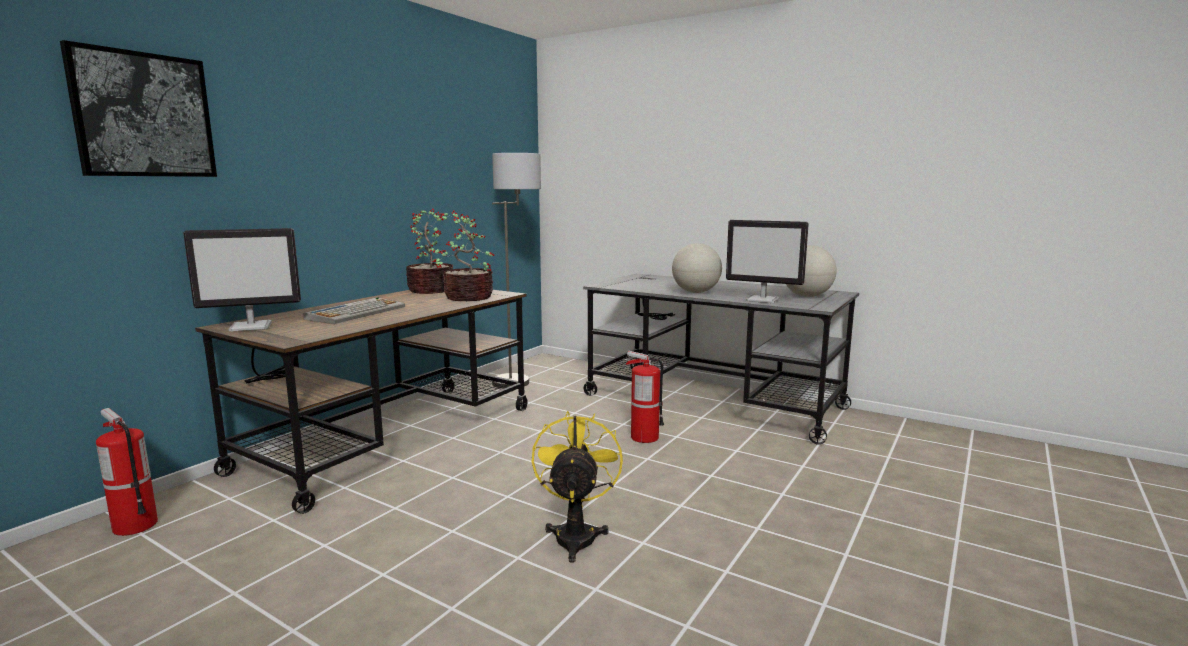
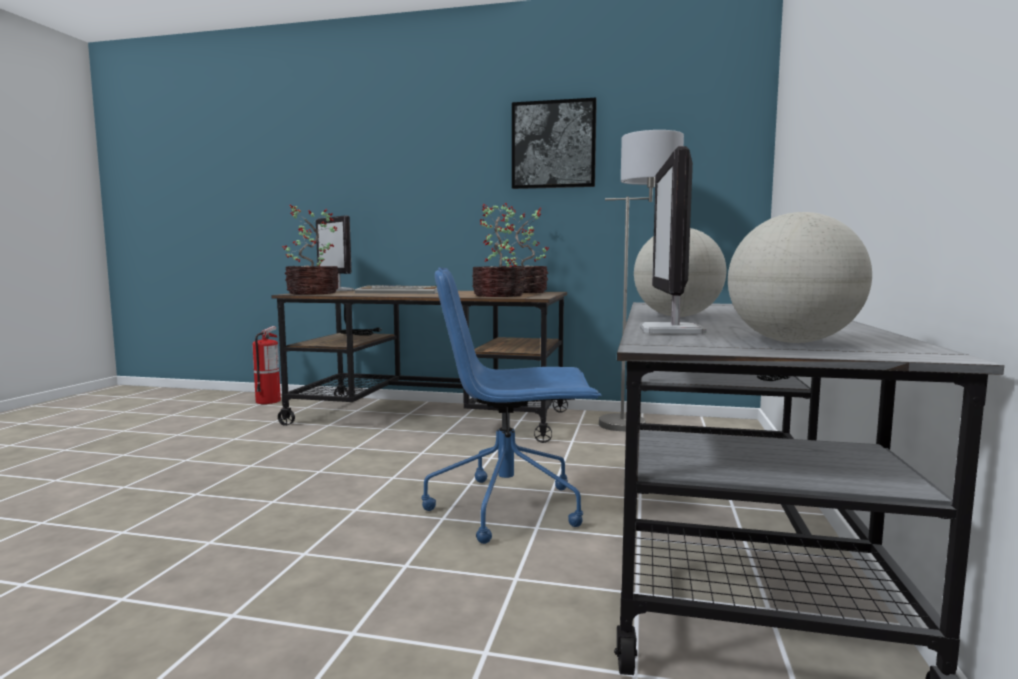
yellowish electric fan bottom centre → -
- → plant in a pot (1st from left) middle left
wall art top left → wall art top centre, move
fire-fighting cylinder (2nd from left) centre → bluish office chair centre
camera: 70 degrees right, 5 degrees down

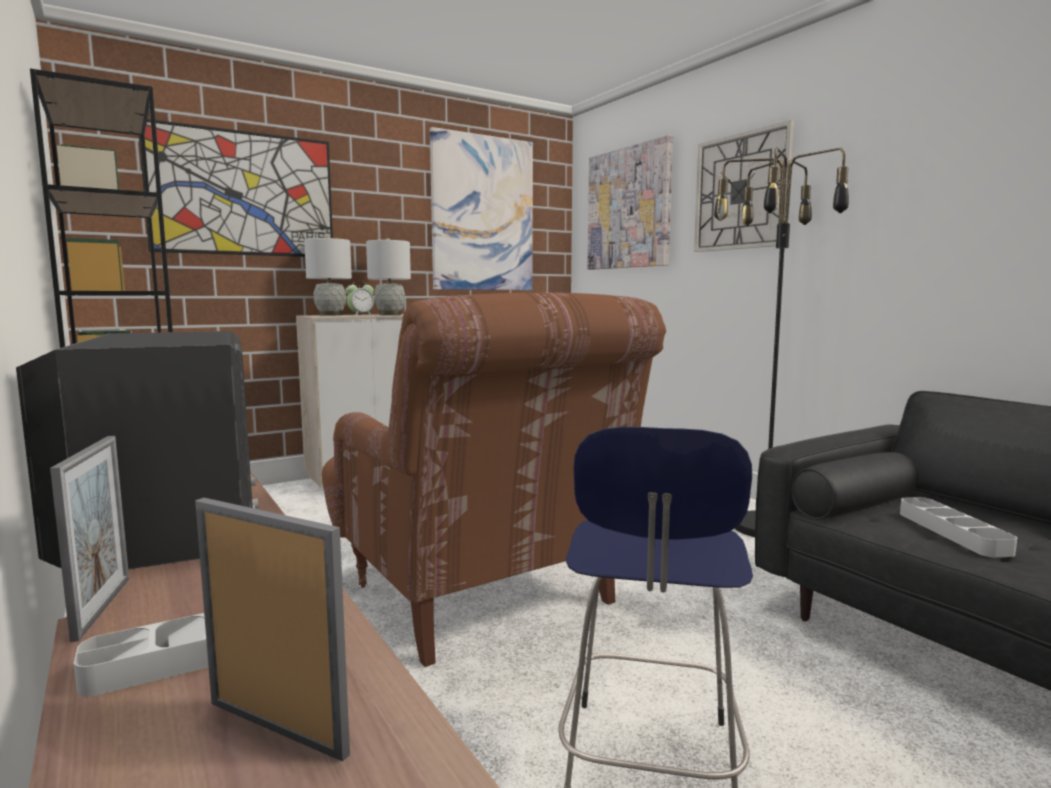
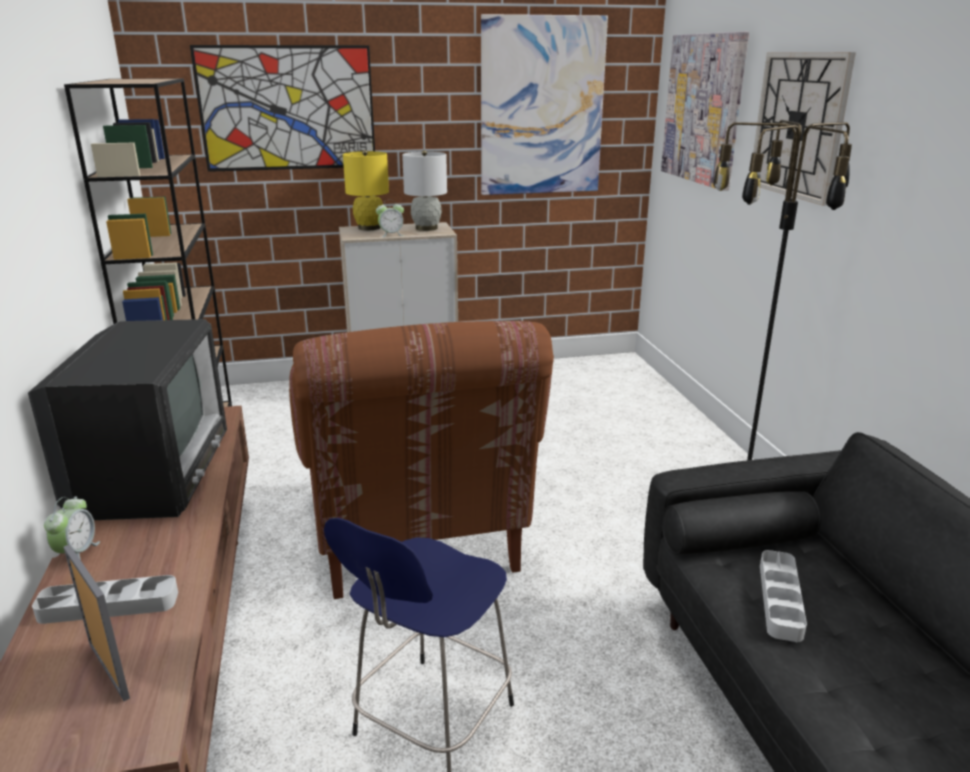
standing frame (1st from left) bottom left → table clock (1st from left) bottom left
white-coloured table lamp (1st from left) middle left → yellowish table lamp top centre
camera: 20 degrees right, 15 degrees up

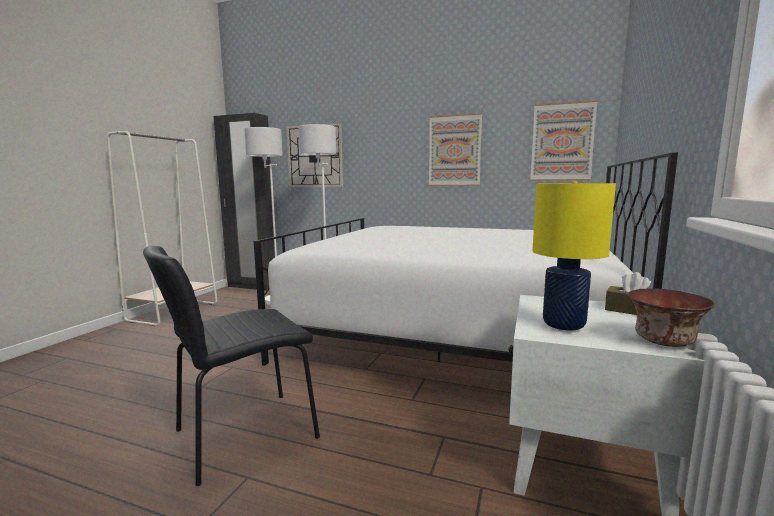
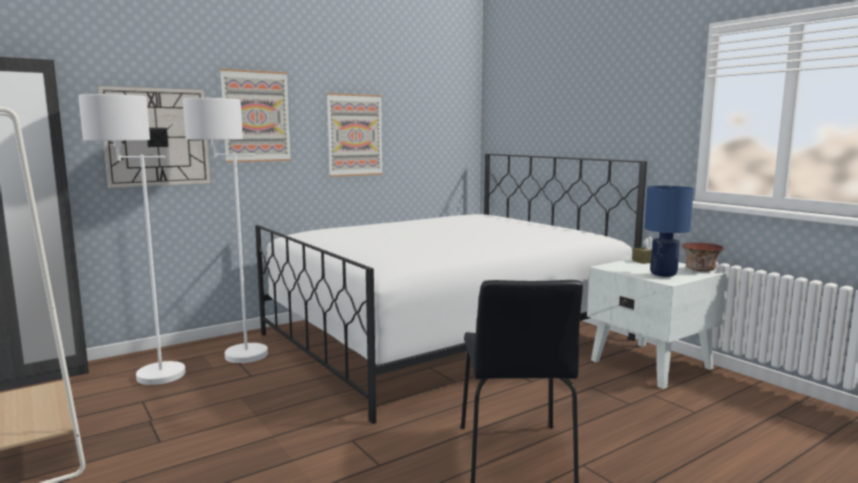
wall art (2nd from left in the first image) top right → wall art (1st from left) top left, move
yellowish table lamp middle right → bluish table lamp middle right
camera: 55 degrees left, 0 degrees up

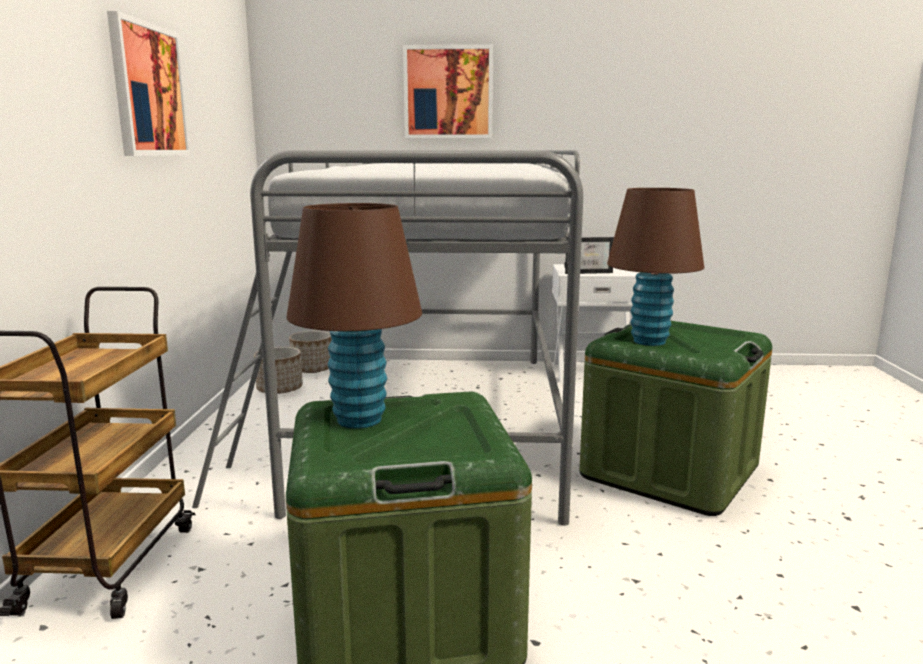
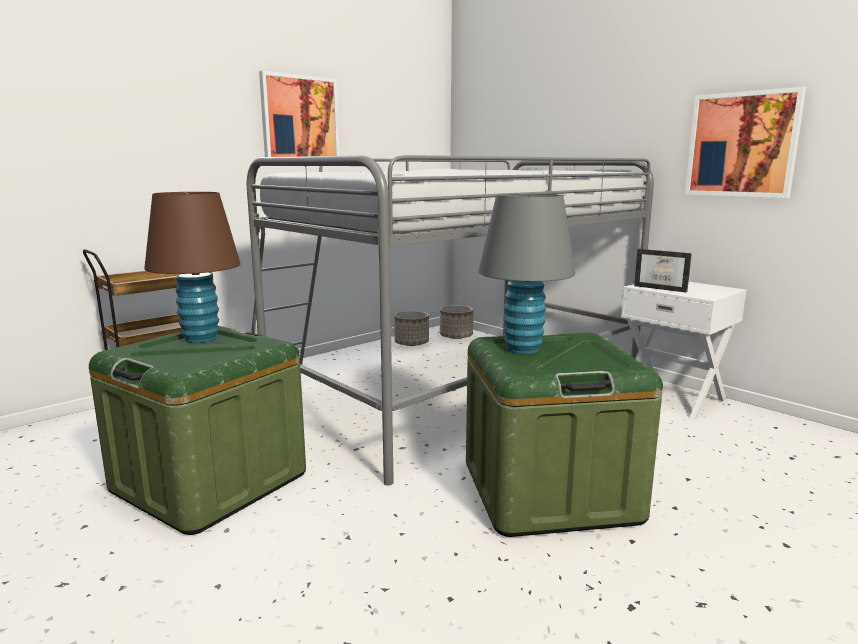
wall art (2nd from left) top centre → wall art (2nd from left) top right, move
brown-coloured table lamp (2nd from left) middle right → grey table lamp centre
camera: 45 degrees right, 0 degrees up

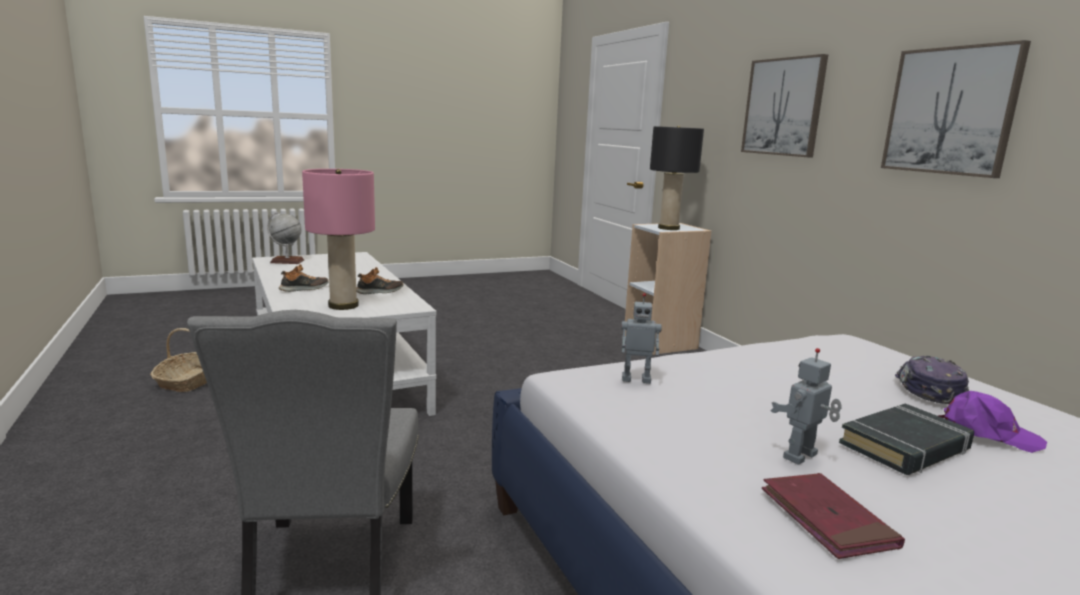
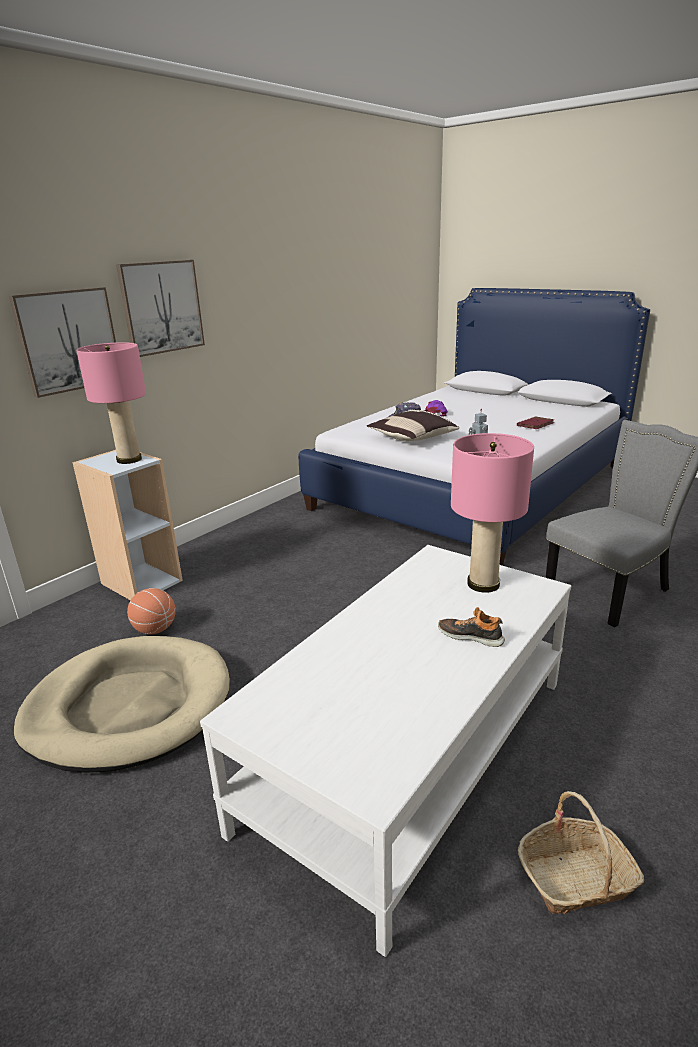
globe middle left → -
item of footwear (2nd from left) centre → -
robot figure (2nd from left) bottom right → -
blackish book bottom right → -
- → sand-coloured pet bed bottom left
- → basketball ball middle left
- → pillow centre
wall art (2nd from left in the first image) top right → wall art (1st from left) top left, move
blackish table lamp top centre → pinkish table lamp (1st from left) middle left
camera: 115 degrees left, 10 degrees up

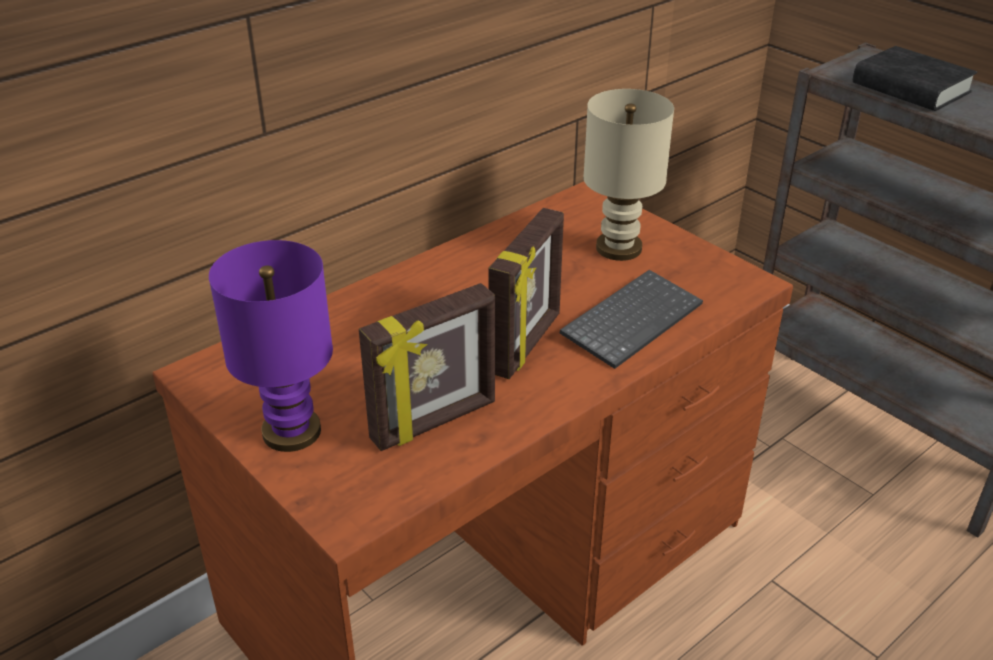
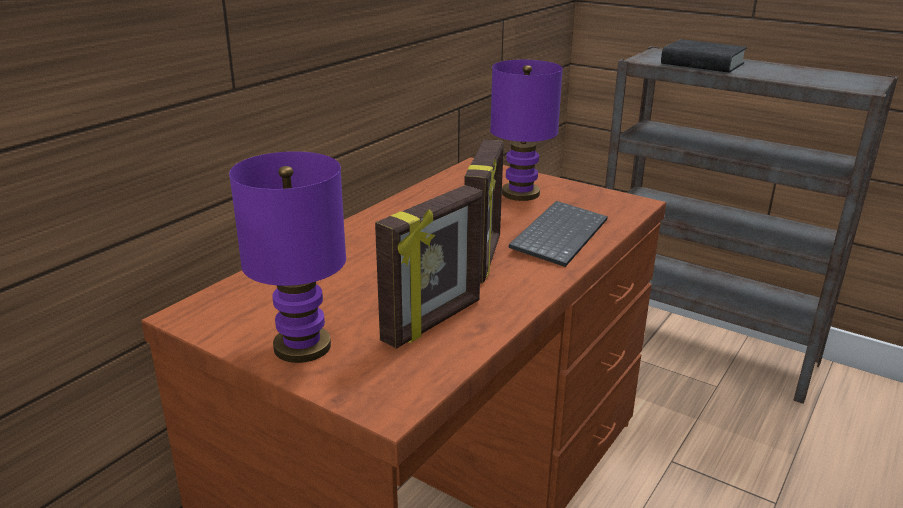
sand-coloured table lamp top centre → purplish table lamp (2nd from left) top centre
camera: 15 degrees left, 10 degrees down

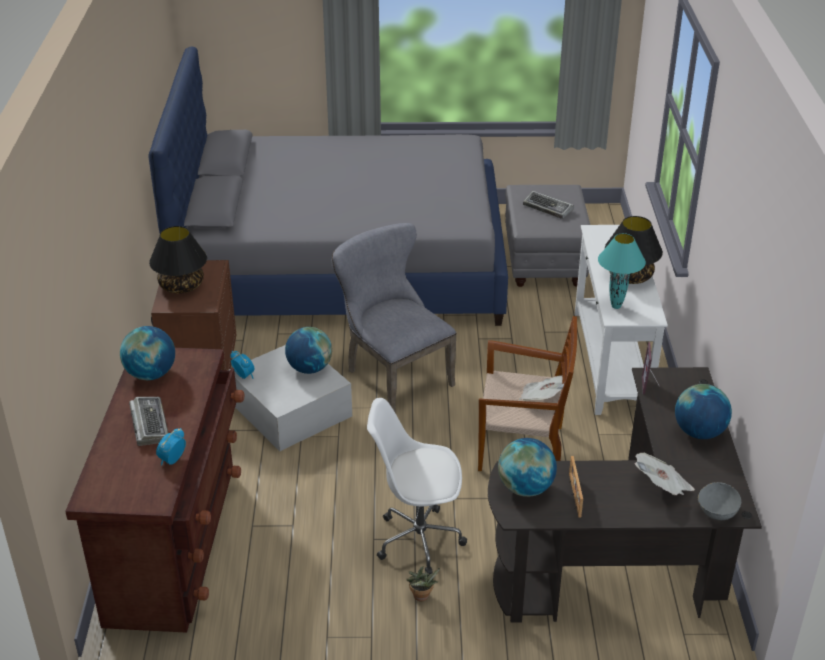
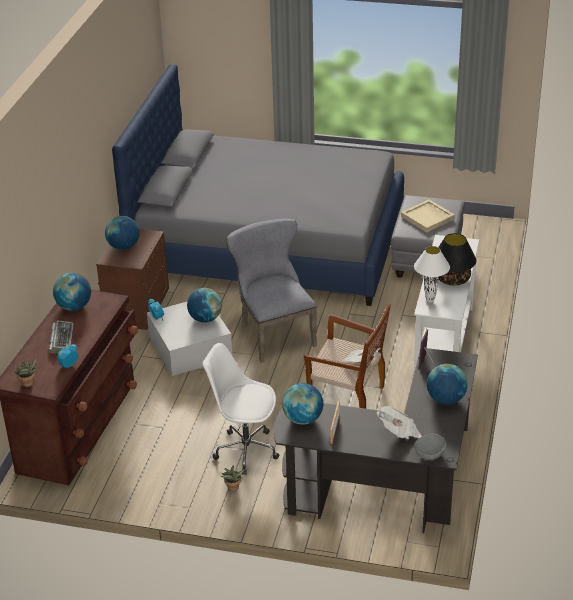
- → plant in a pot (1st from left) middle left
blackish table lamp (1st from left) middle left → globe (2nd from left) middle left
PC keyboard (2nd from left) top centre → sand-coloured tray middle right
turquoise-coloured table lamp middle right → white-coloured table lamp middle right
camera: 15 degrees right, 0 degrees up

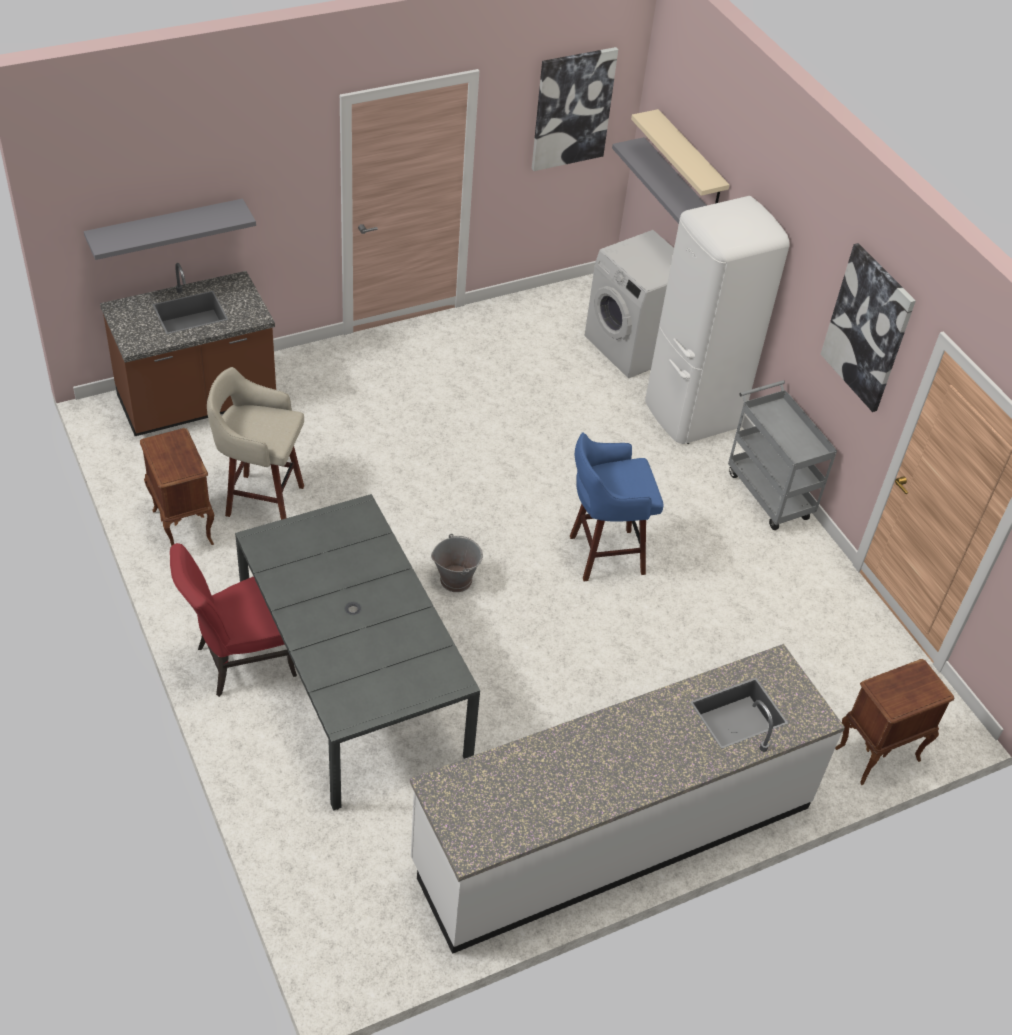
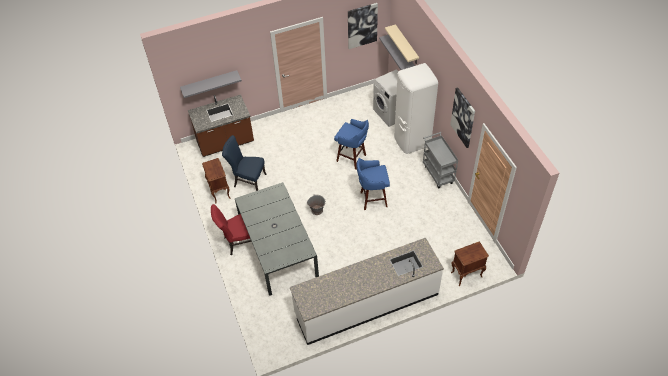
- → bluish stool seat (1st from left) centre
sand-coloured stool seat middle left → bluish plain chair centre
camera: 10 degrees right, 5 degrees up

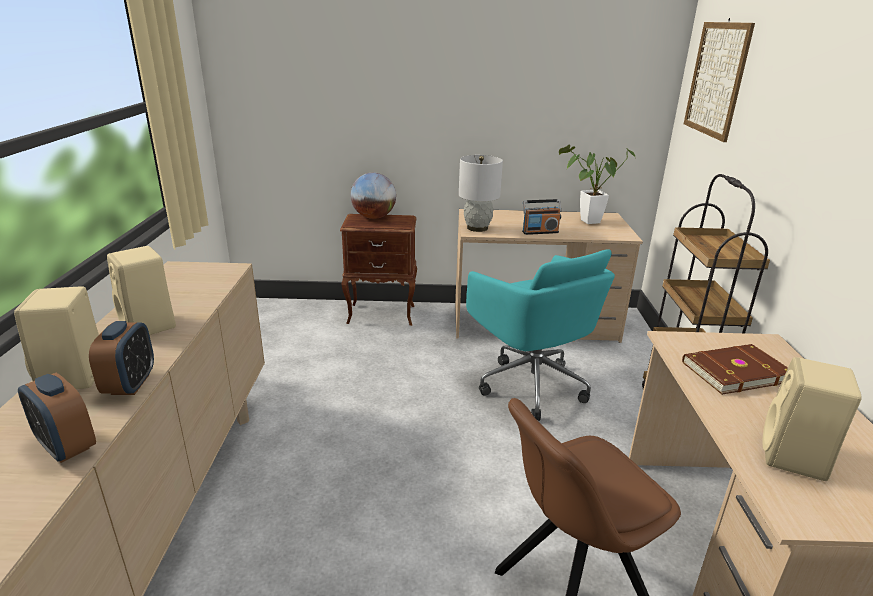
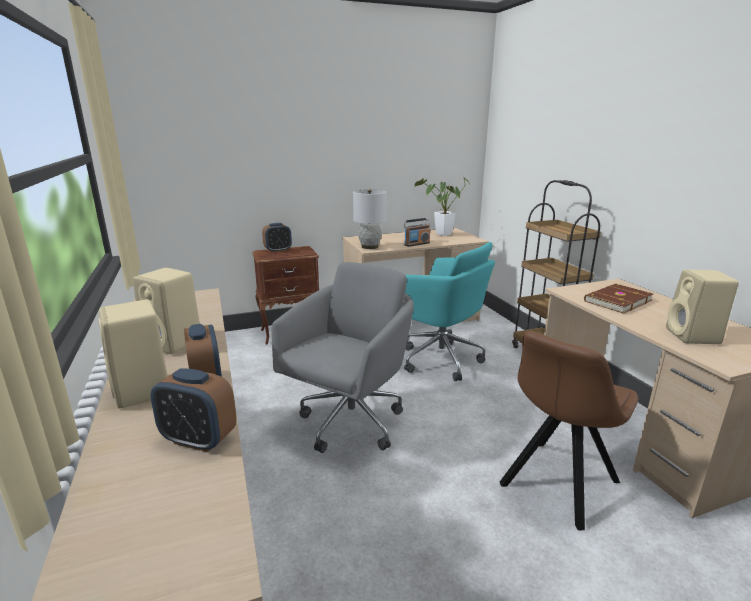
wall art top right → -
- → grey office chair centre
globe top centre → table clock (3rd from left) centre
camera: 20 degrees left, 5 degrees down

